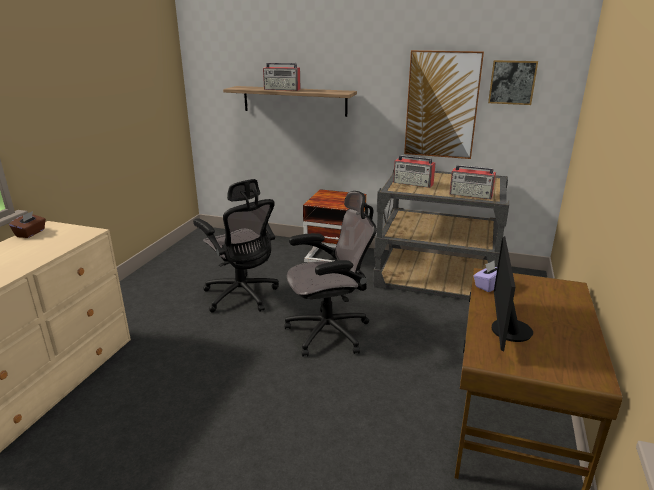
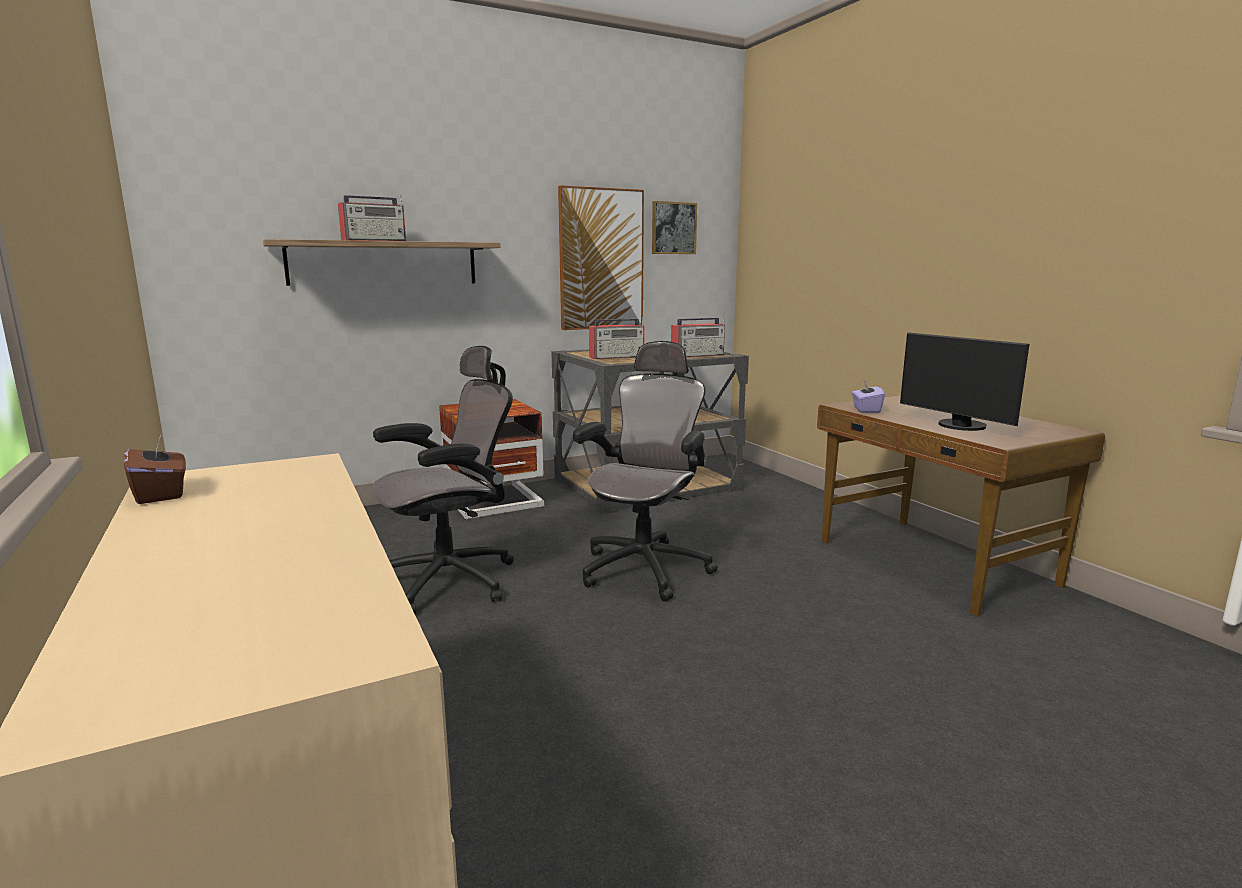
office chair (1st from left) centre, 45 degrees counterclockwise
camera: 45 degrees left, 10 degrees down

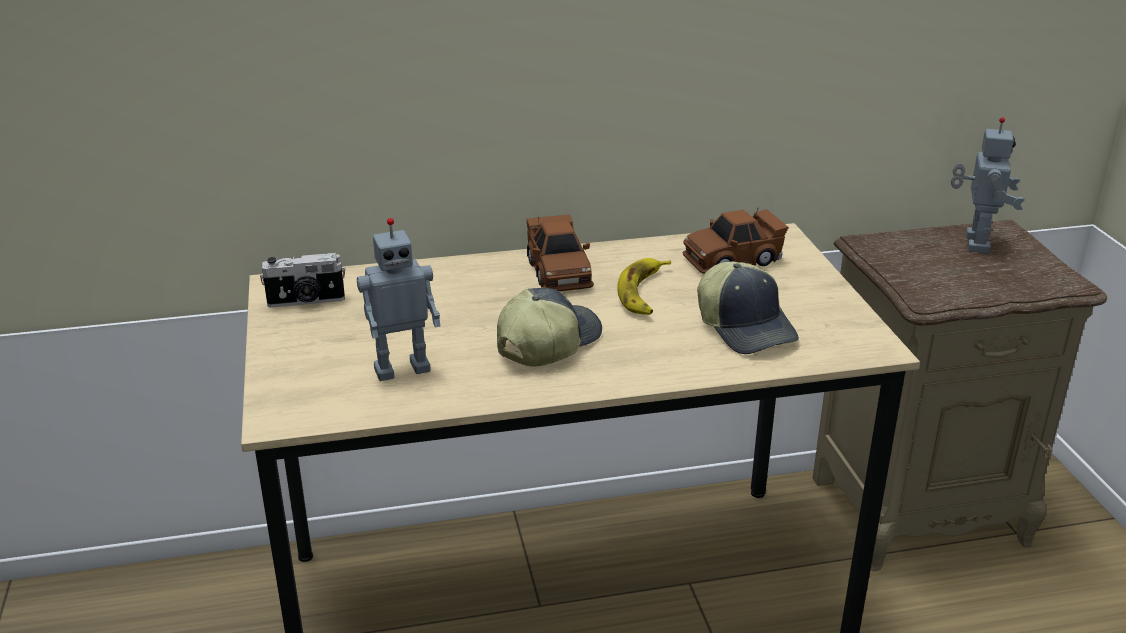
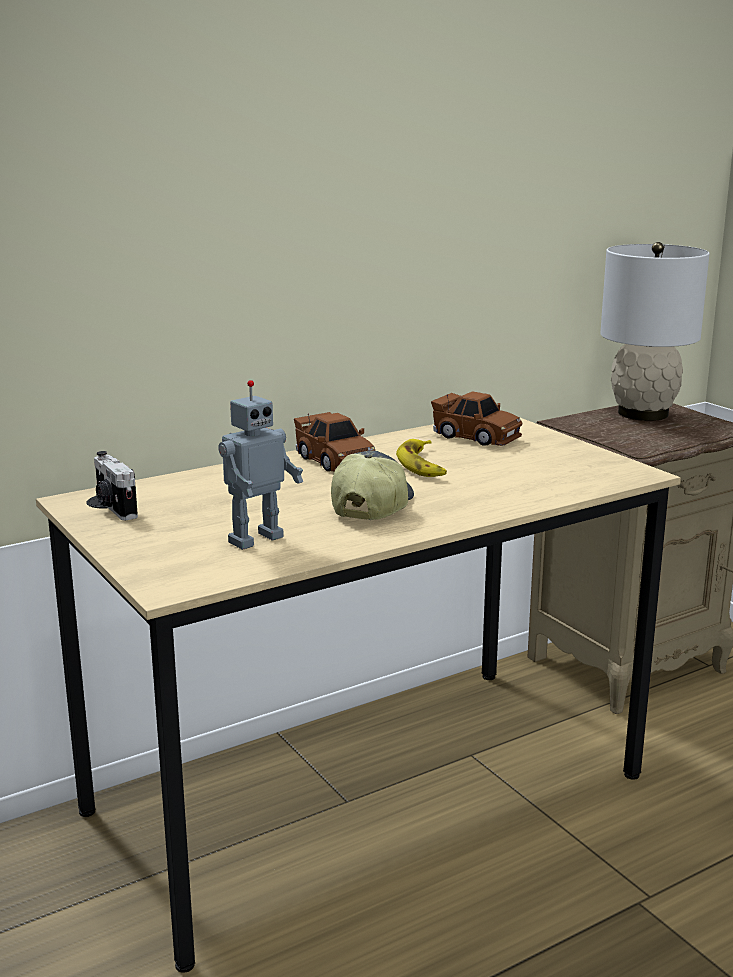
cap (2nd from left) centre → -
robot figure (2nd from left) top right → white-coloured table lamp middle right
still camera middle left, 90 degrees clockwise
brown-coloured model car (2nd from left) centre, 105 degrees counterclockwise
camera: 20 degrees left, 10 degrees down

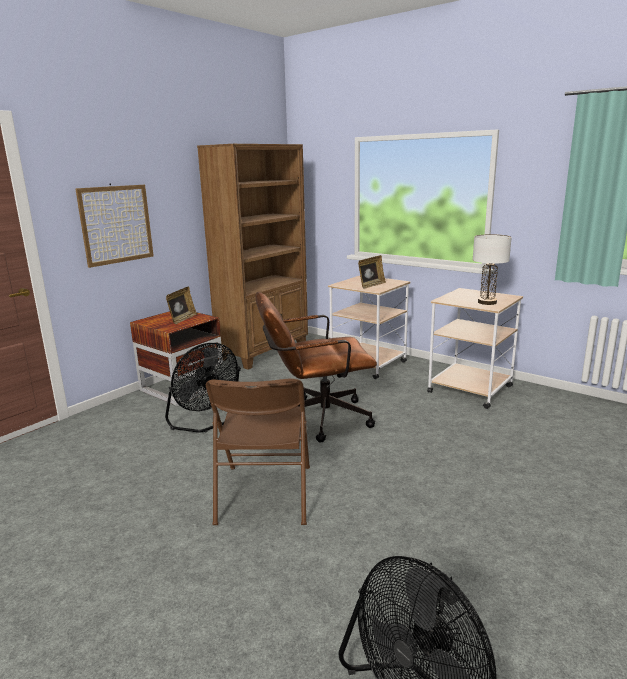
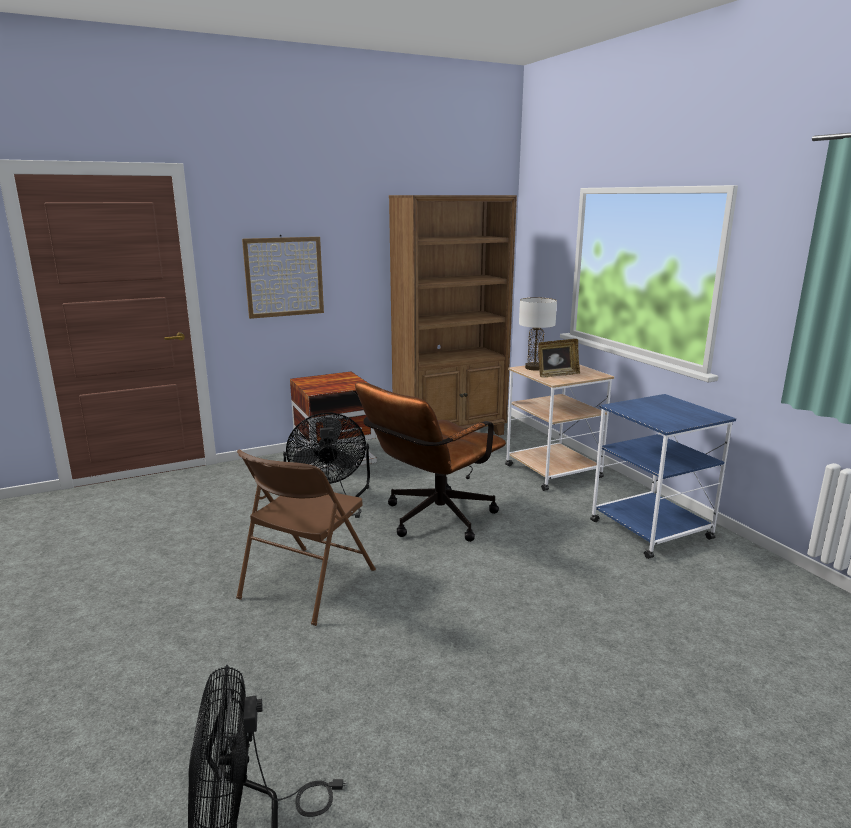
standing frame (1st from left) middle left → -
table lamp middle right → table lamp centre, move
sand-coloured wheeled cart (2nd from left) middle right → bluish wheeled cart middle right
brown-coloured office chair centre, 60 degrees counterclockwise
camera: 25 degrees right, 0 degrees up

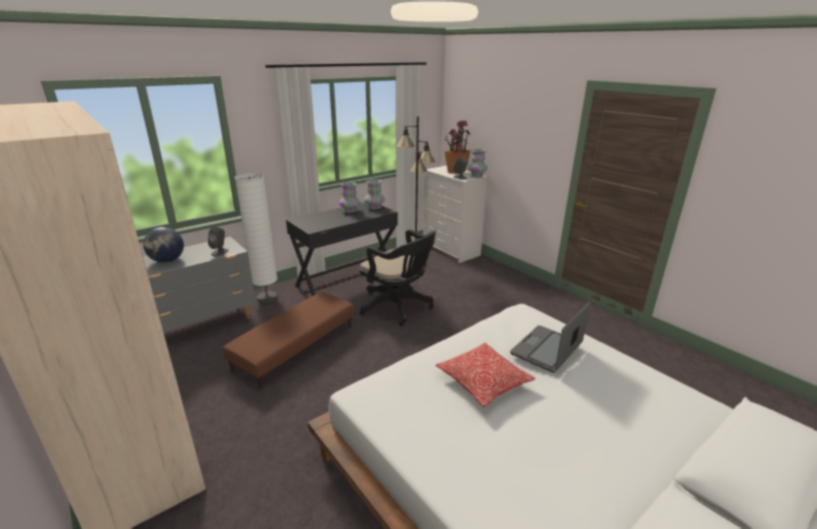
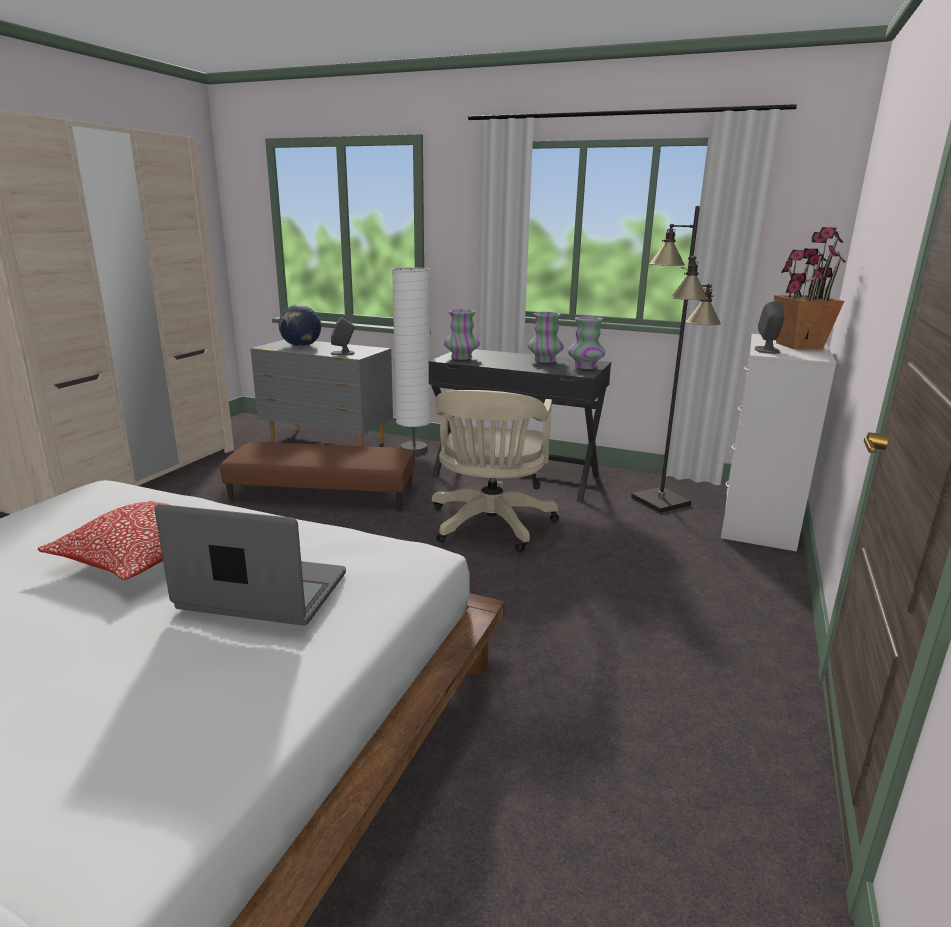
flower vase (3rd from left in the first image) top centre → flower vase (1st from left) centre, move
blackish office chair centre → sand-coloured office chair centre
camera: 60 degrees right, 5 degrees down

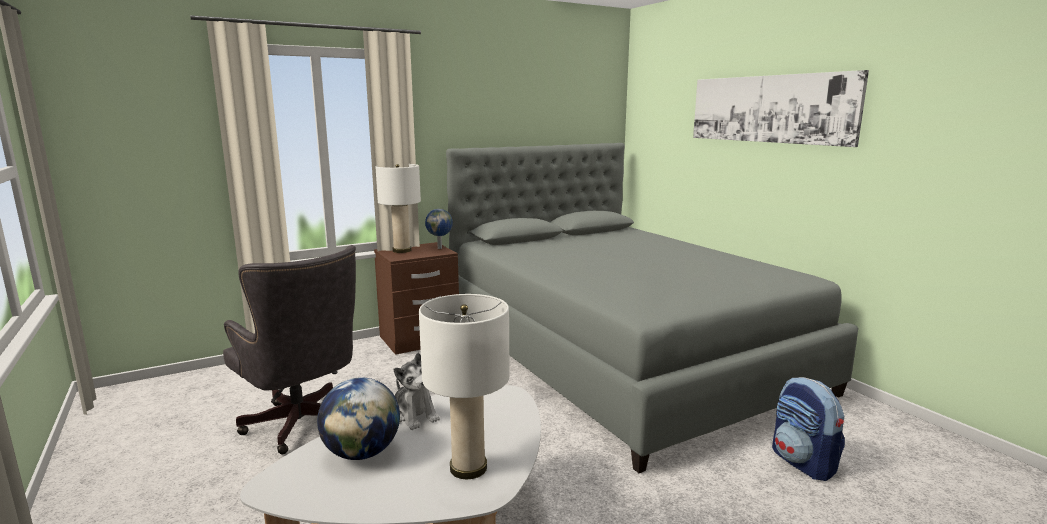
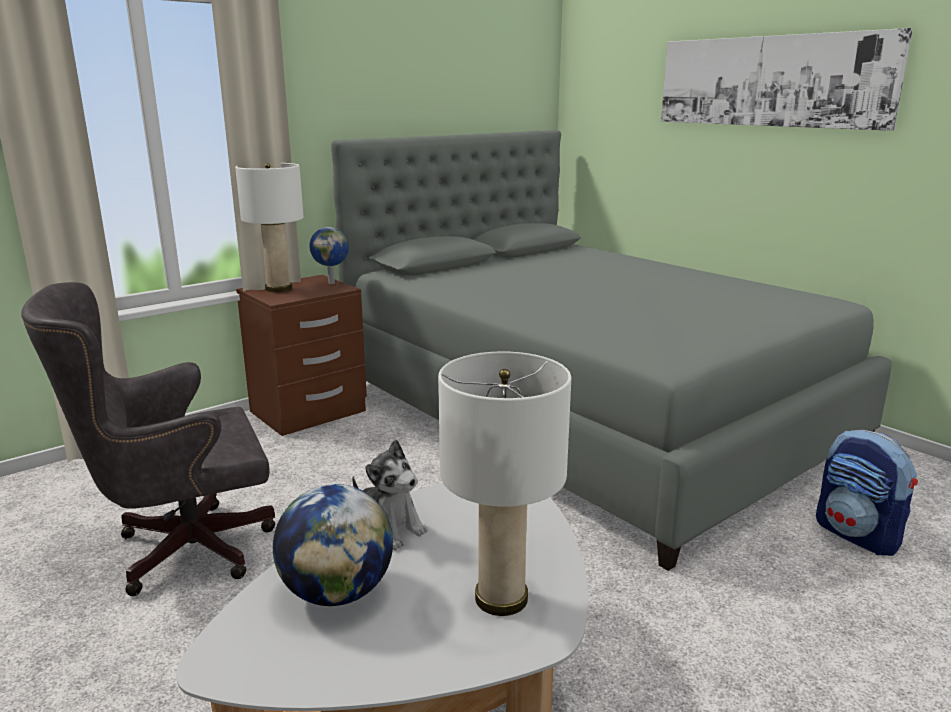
grey office chair middle left, 120 degrees clockwise
camera: 10 degrees left, 5 degrees up

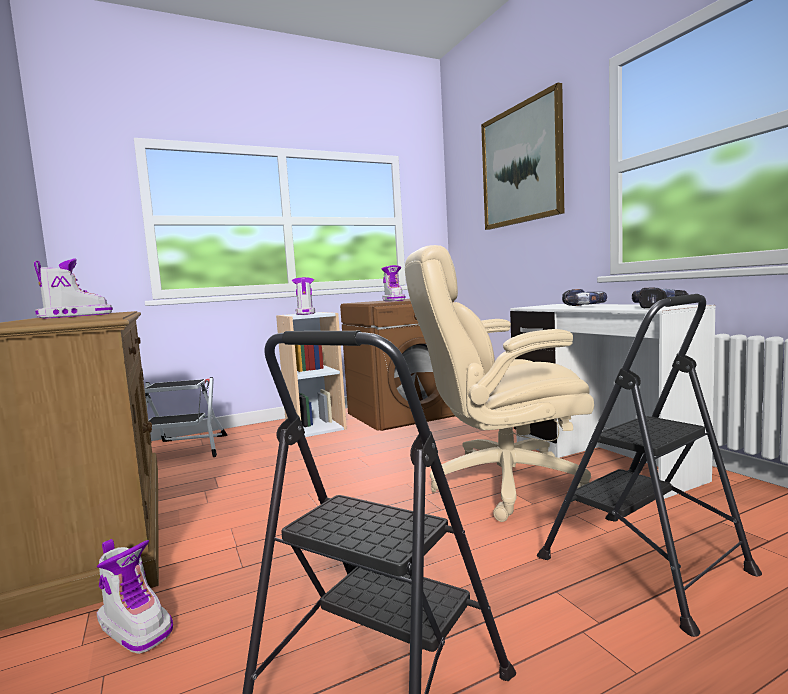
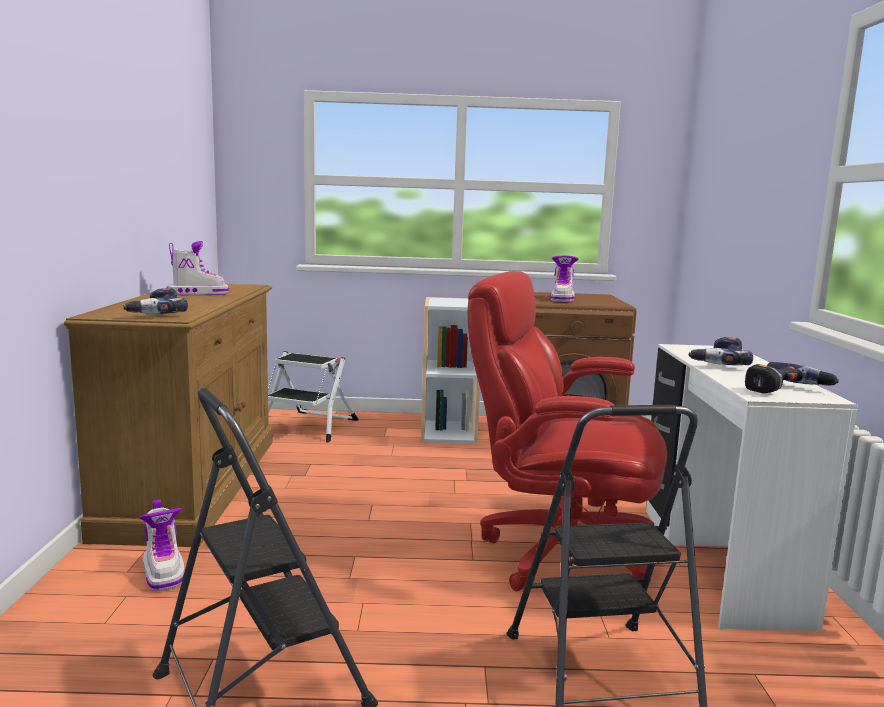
boot (3rd from left) centre → -
wall art top centre → -
- → power drill (1st from left) middle left
sand-coloured office chair centre → reddish office chair centre
camera: 25 degrees right, 5 degrees up

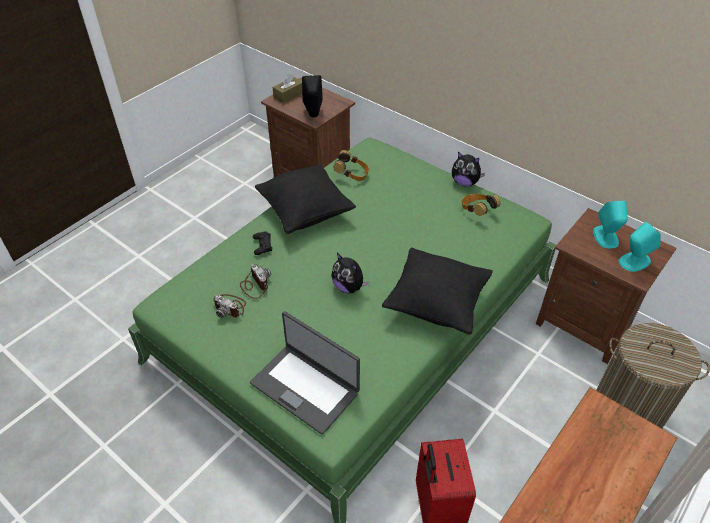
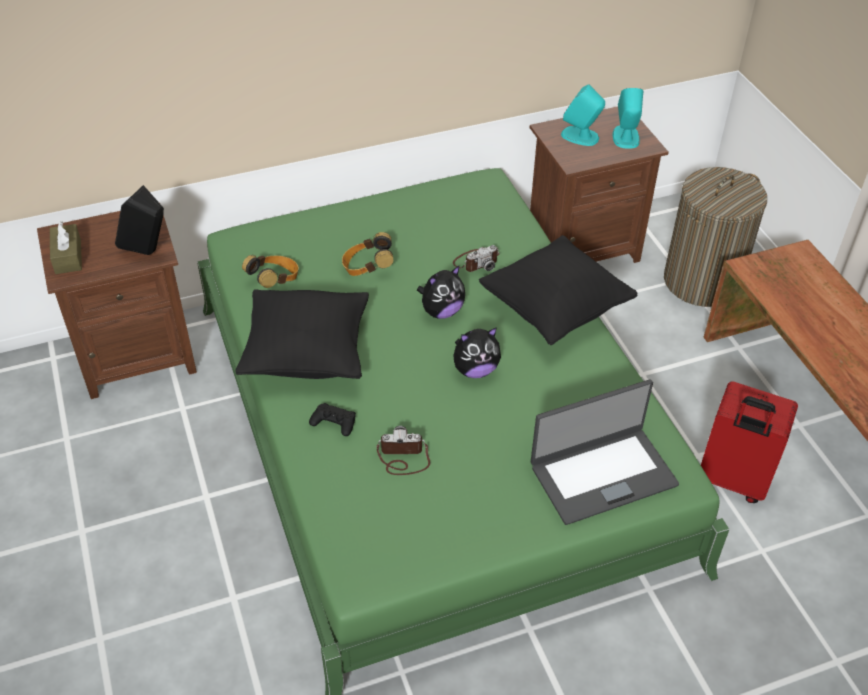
still camera (1st from left in the first image) middle left → still camera (2nd from left) centre, move
plush toy (2nd from left in the first image) top centre → plush toy (1st from left) centre, move
headphones (2nd from left) middle right → headphones (2nd from left) centre, move
camera: 60 degrees left, 0 degrees up

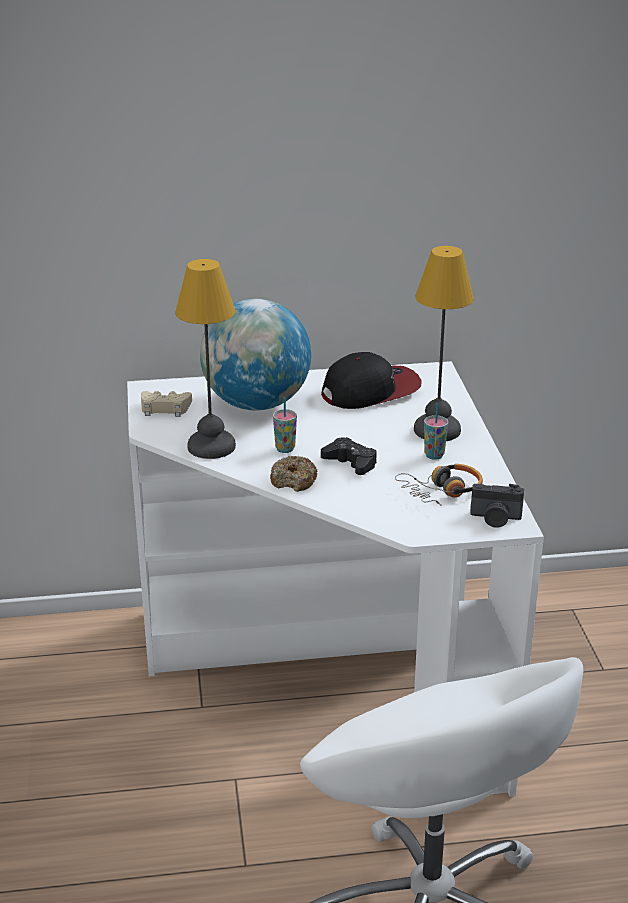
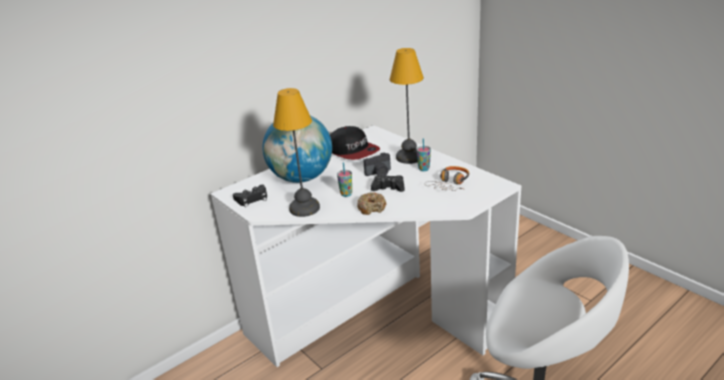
still camera middle right → still camera centre, move
sand-coloured gamepad middle left → blackish gamepad (1st from left) centre
cap centre, 105 degrees clockwise
camera: 30 degrees left, 0 degrees up

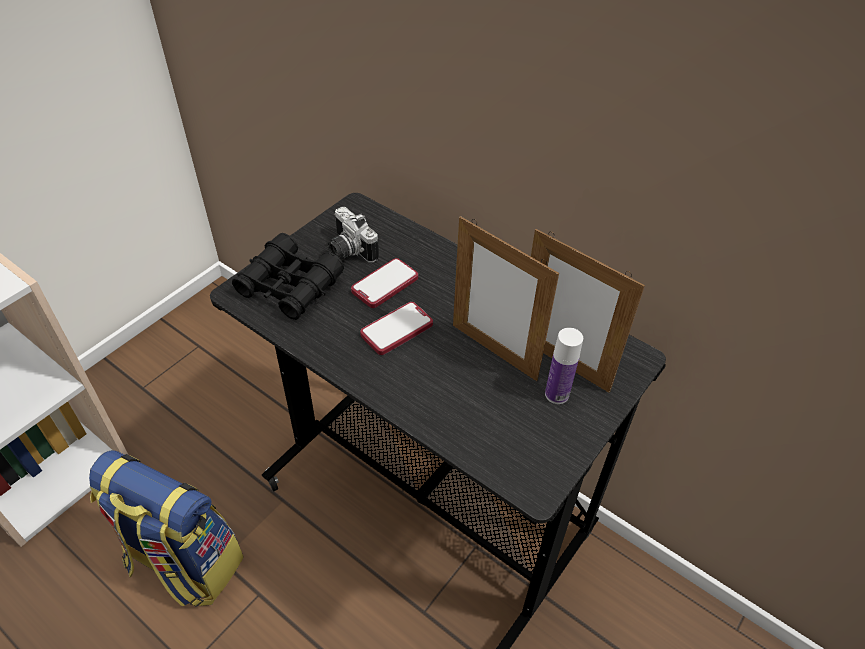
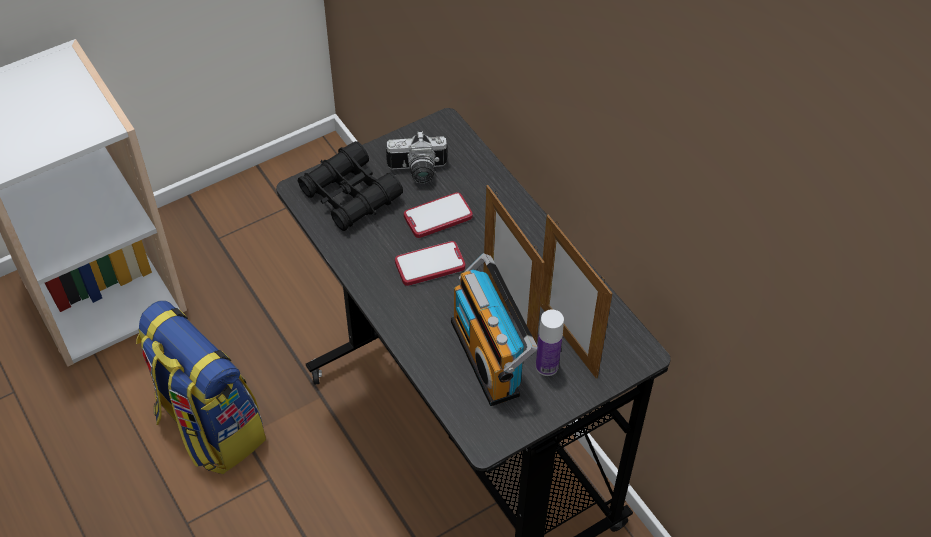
- → radio set centre
still camera centre → still camera top centre, 75 degrees counterclockwise
camera: 20 degrees right, 5 degrees up

